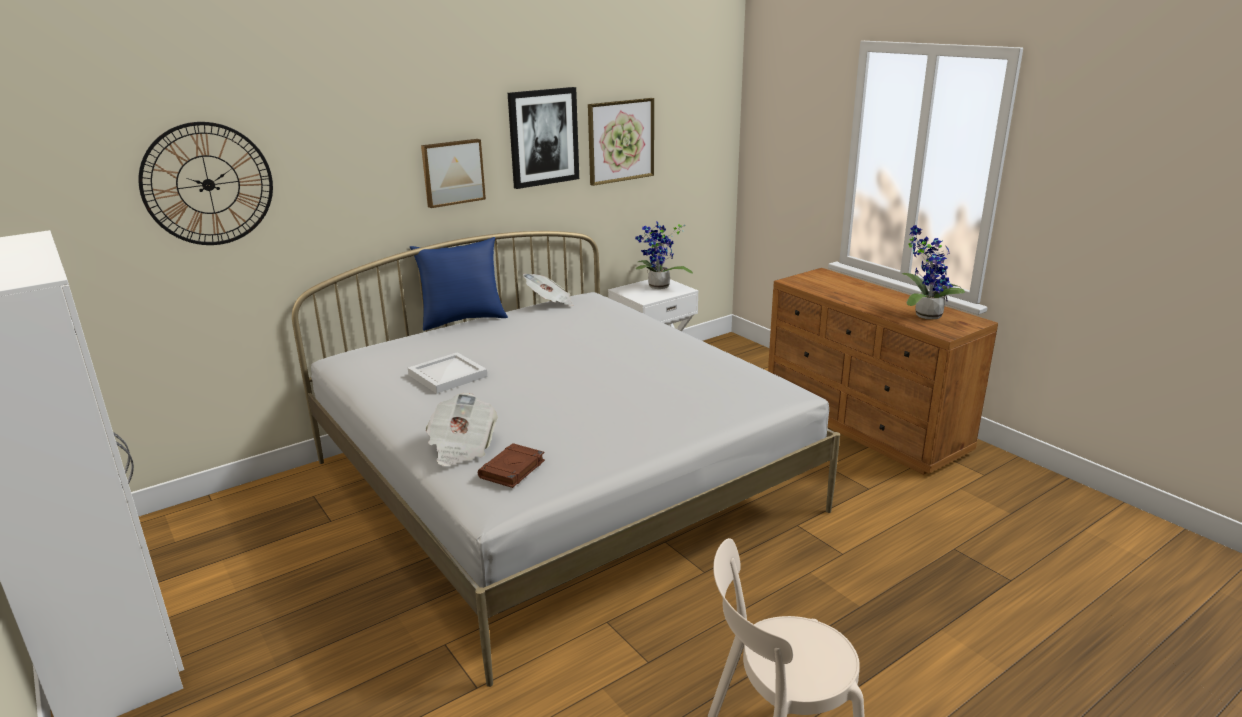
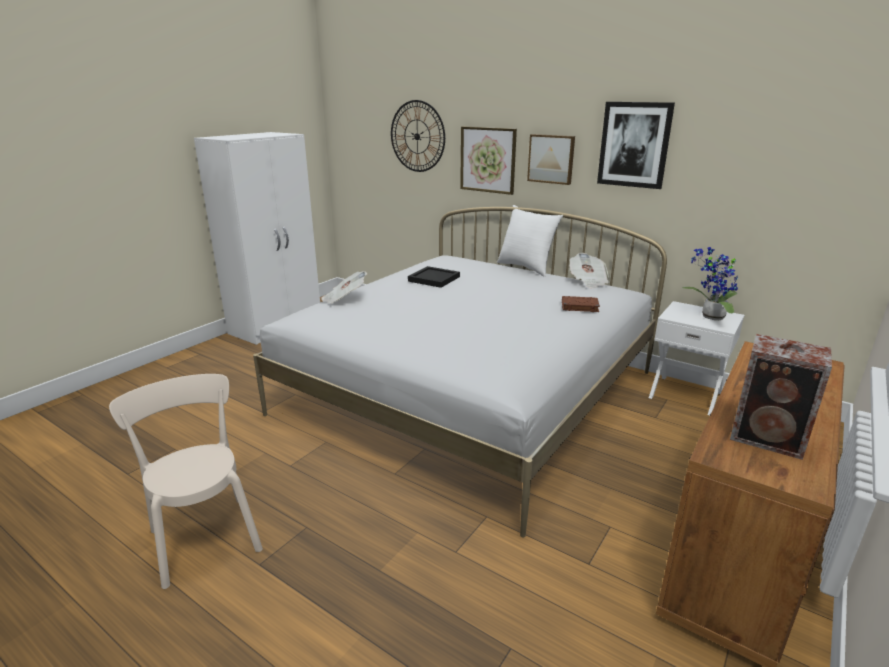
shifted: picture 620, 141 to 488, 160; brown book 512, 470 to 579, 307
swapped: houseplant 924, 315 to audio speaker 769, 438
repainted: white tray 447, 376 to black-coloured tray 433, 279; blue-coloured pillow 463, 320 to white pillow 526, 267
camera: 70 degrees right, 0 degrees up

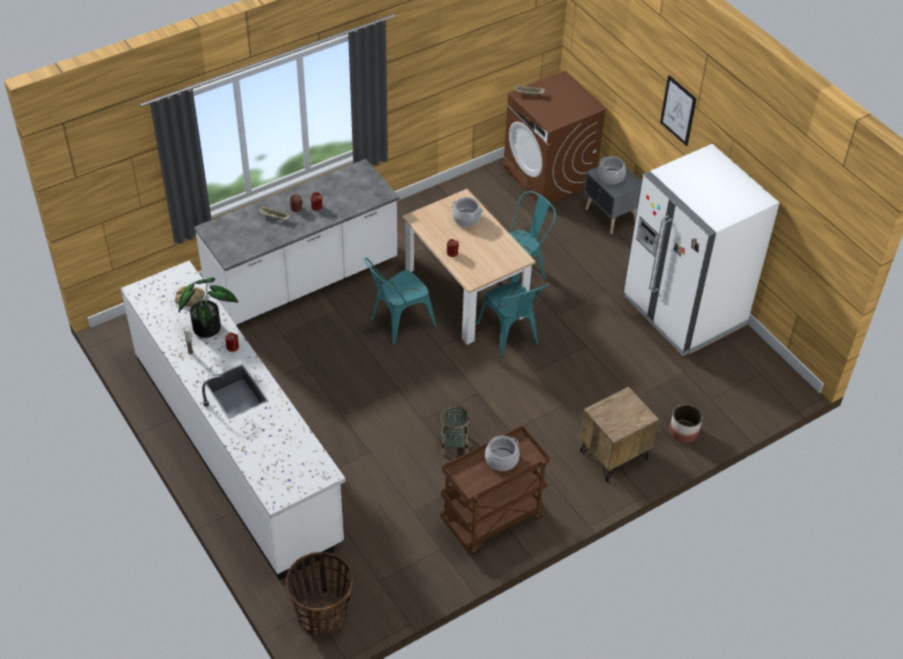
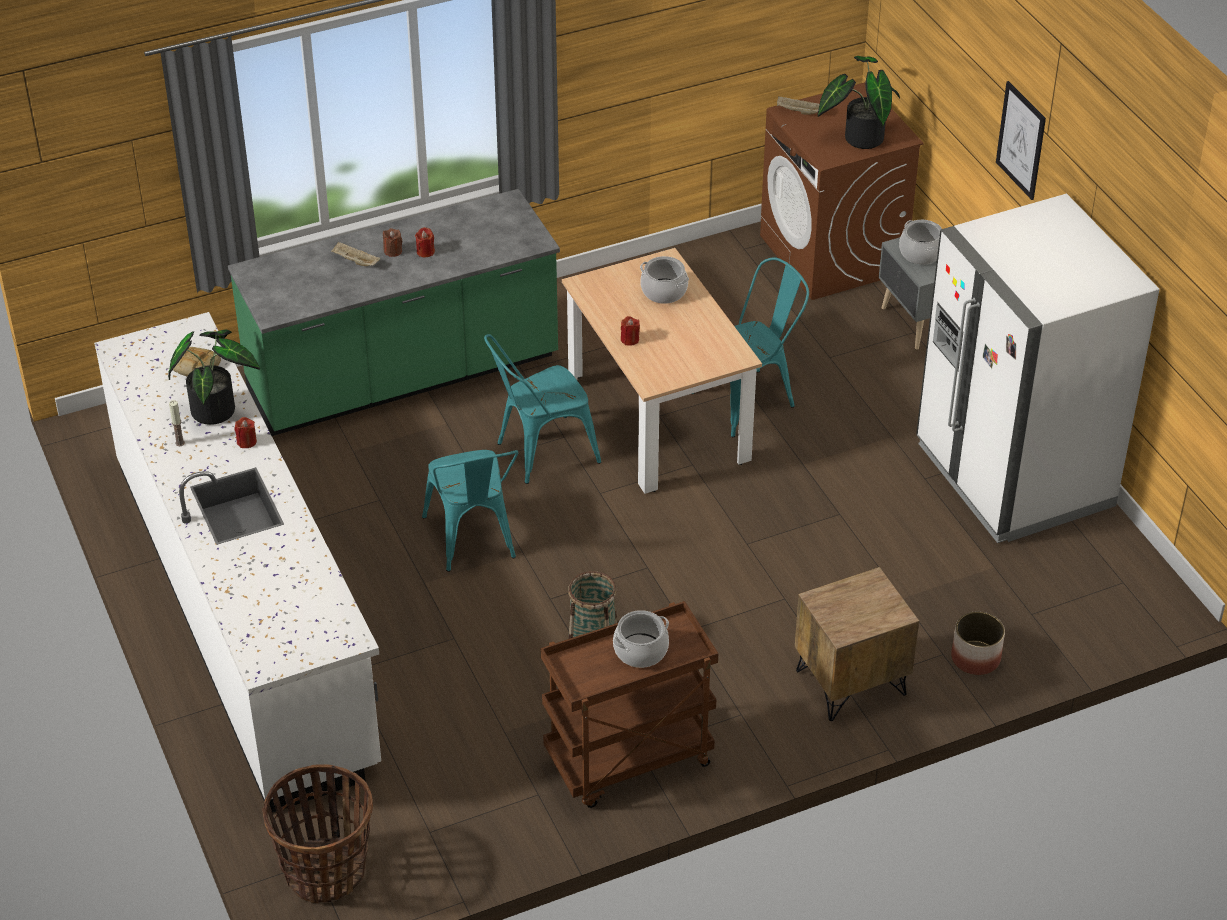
new: houseplant 859, 137
shifted: turquoise upright chair 510, 336 to 473, 542
repainted: white kitchen counter 303, 281 to green kitchen counter 404, 377
camera: 10 degrees right, 5 degrees down

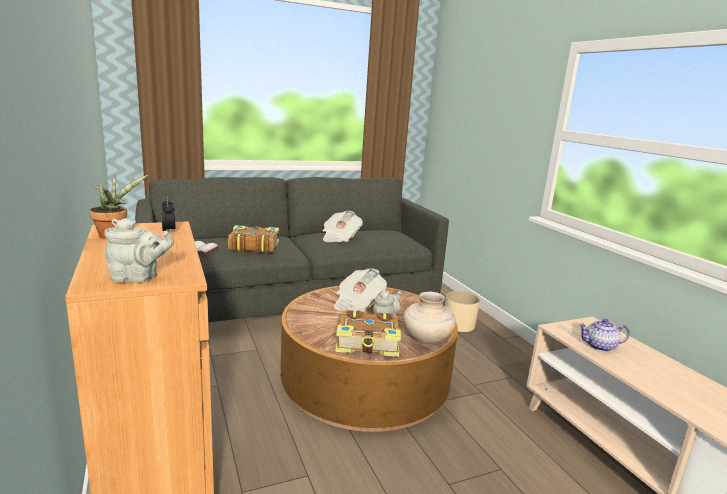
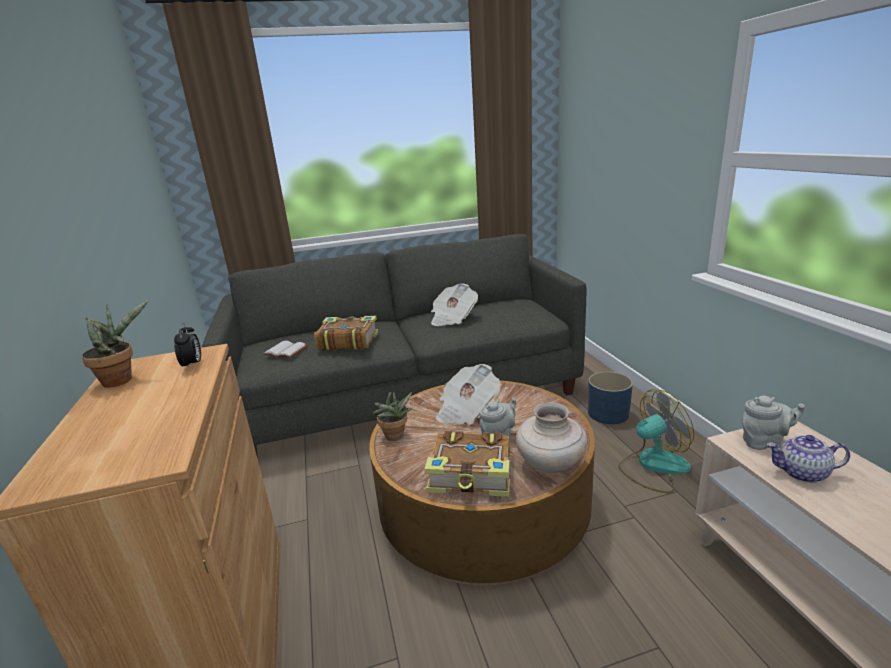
new: houseplant 395, 437; cooling fan 653, 466
shifted: grey pot for tea 138, 278 to 764, 442
repainted: beige-coloured flower pot 459, 324 to blue-coloured flower pot 608, 413
camera: 10 degrees right, 5 degrees up

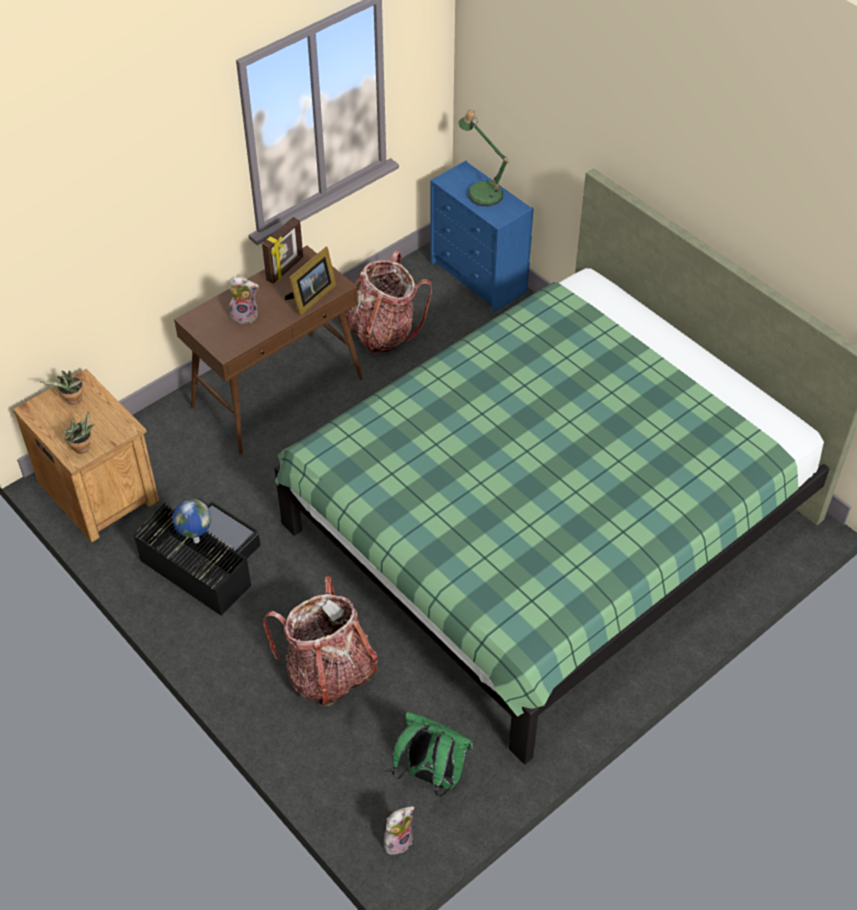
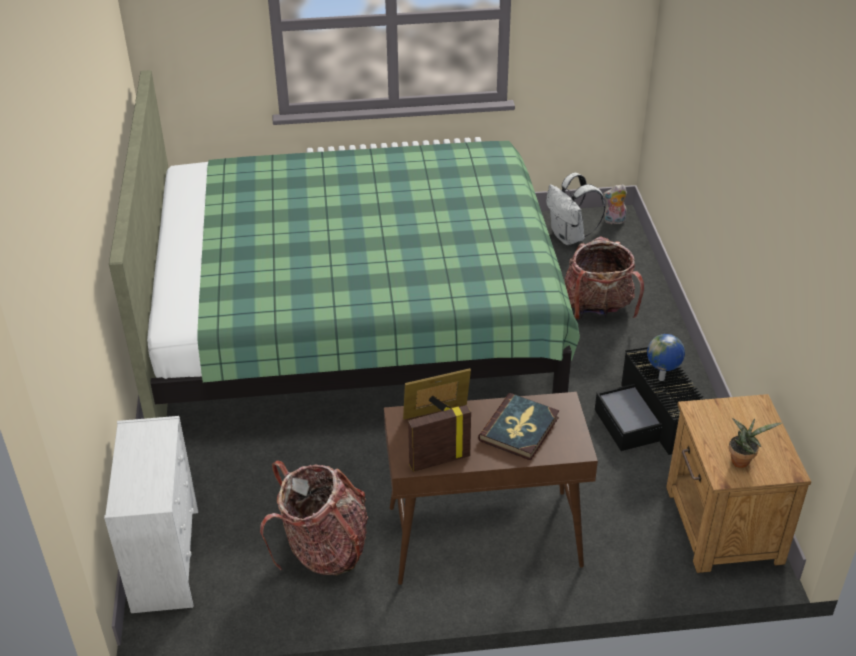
gone: houseplant 83, 449; tabletop lamp 482, 191
swapped: soft toy 245, 315 to book 519, 429
repainted: blue-coloured chest of drawers 479, 278 to white chest of drawers 166, 558; green rucksack 431, 775 to white rucksack 570, 237
camera: 145 degrees left, 10 degrees down

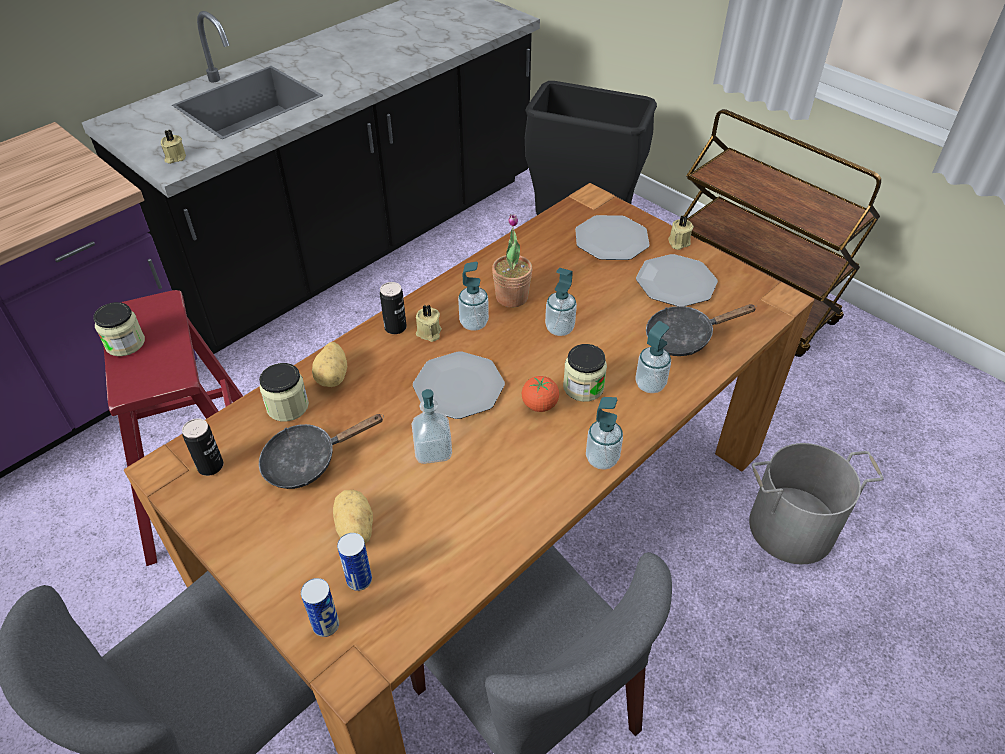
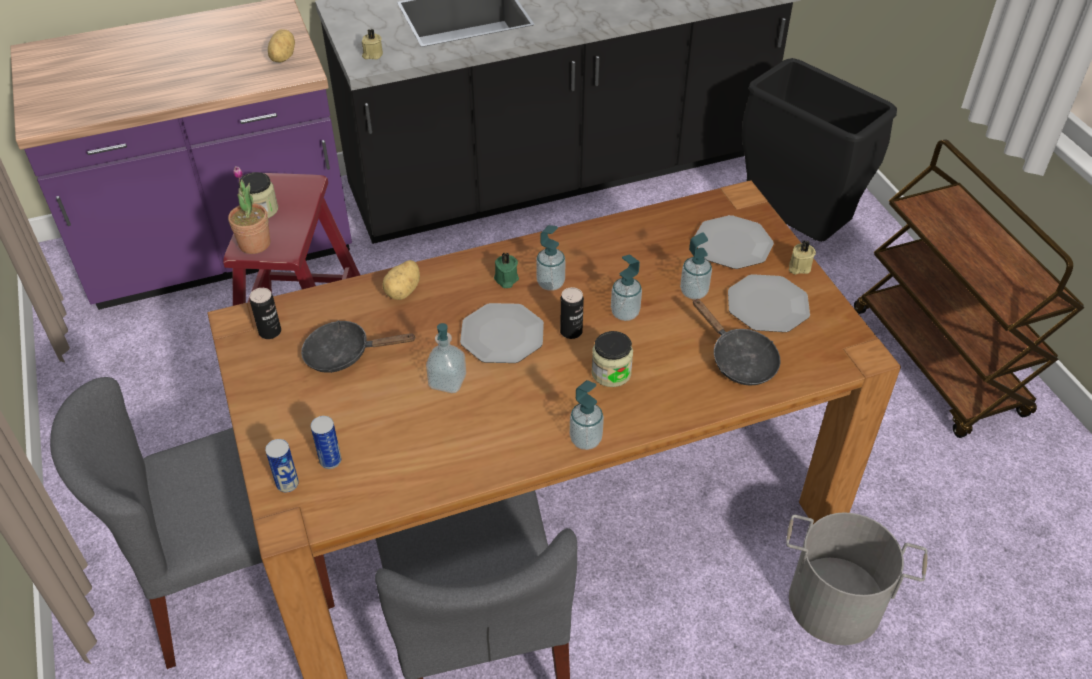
gone: jar 287, 406; fresh tomato 539, 405
shifted: houseplant 512, 297 to 254, 244; whole potato 354, 529 to 282, 57; metal can 395, 327 to 571, 331; soap bottle 650, 384 to 694, 292
repainted: beige-coloured candle 429, 333 to green candle 506, 279
rotated: black-coloured frying pan 685, 337 = 738, 360 135 degrees counterclockwise
camera: 25 degrees right, 0 degrees up

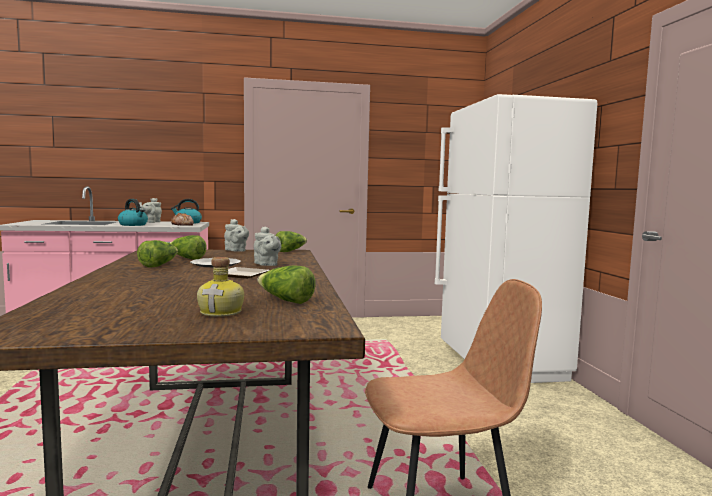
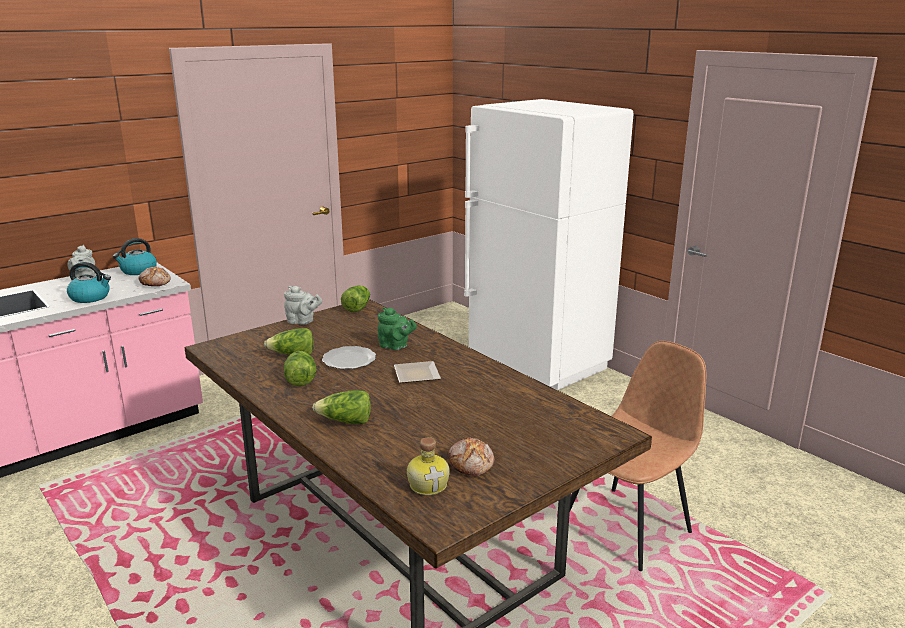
new: baked bread 472, 463
shifted: head of lettuce 285, 301 to 345, 422; drink bottle 222, 312 to 429, 484
repainted: grey pot for tea 266, 264 to green pot for tea 395, 346
camera: 30 degrees left, 15 degrees up

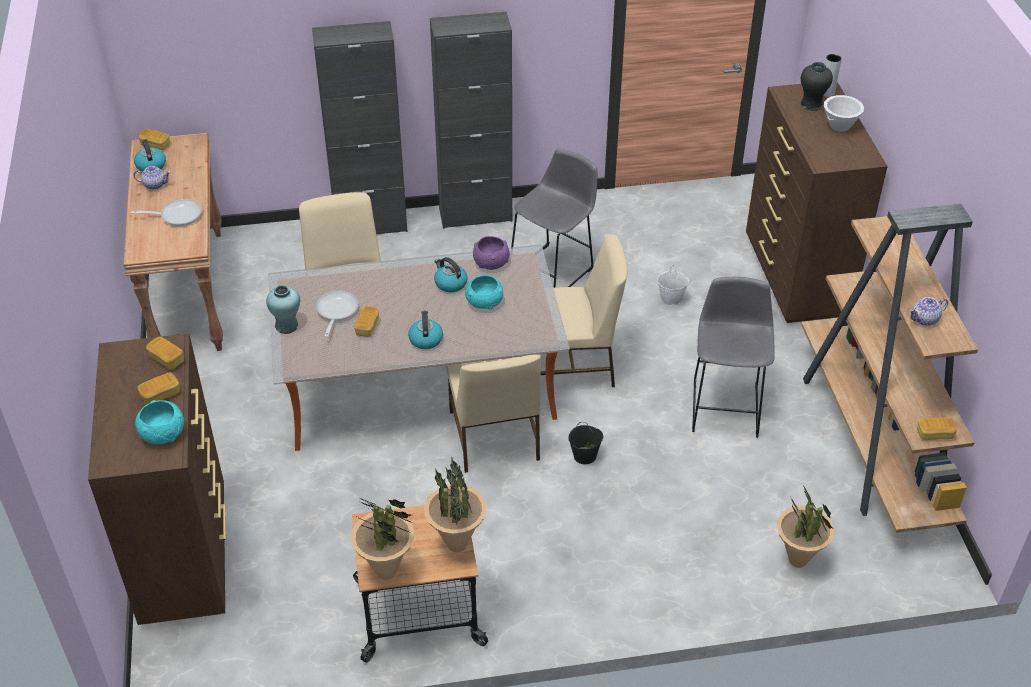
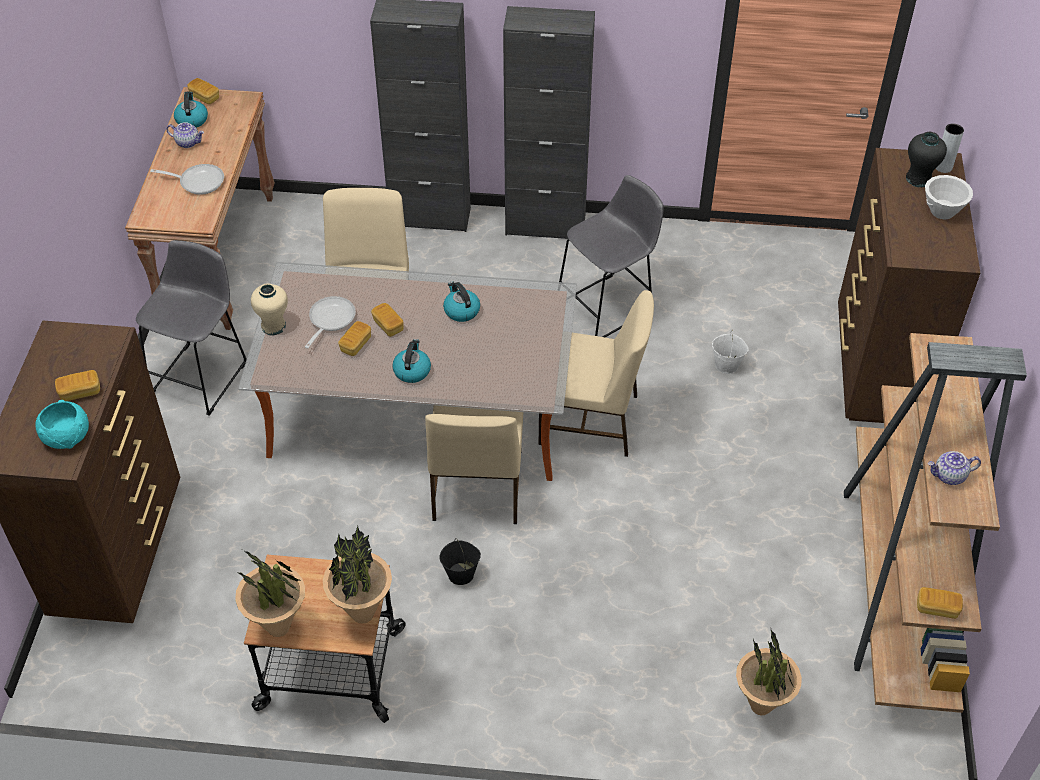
gone: turquoise deep dish 484, 302; purple-coloured deep dish 491, 262
shifted: grey sitting stool 726, 404 to 202, 375; baked bread 167, 359 to 388, 325; black-coloured bucket 585, 455 to 461, 574
repainted: turquoise vase 286, 325 to beige-coloured vase 273, 326
camera: 15 degrees right, 5 degrees up

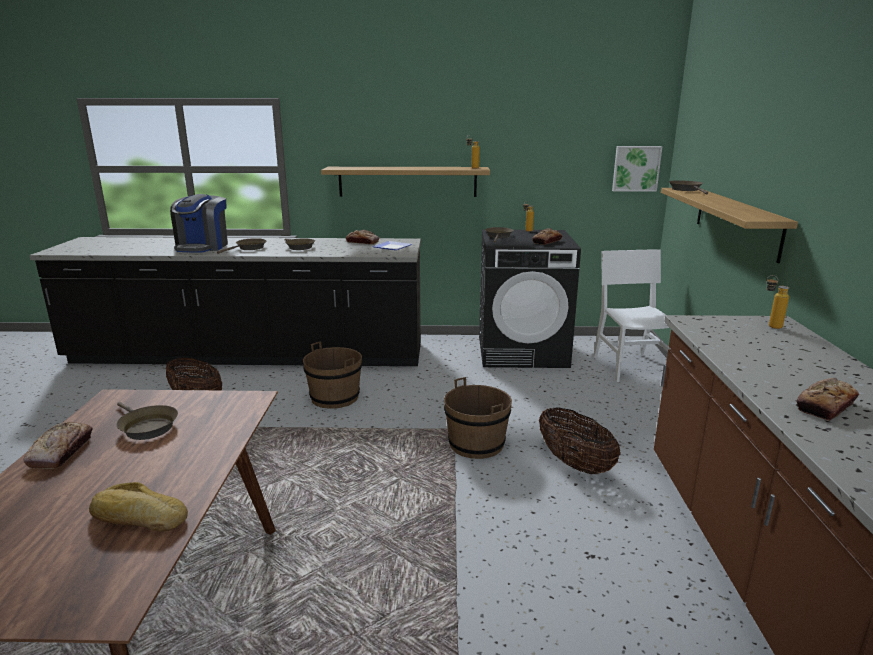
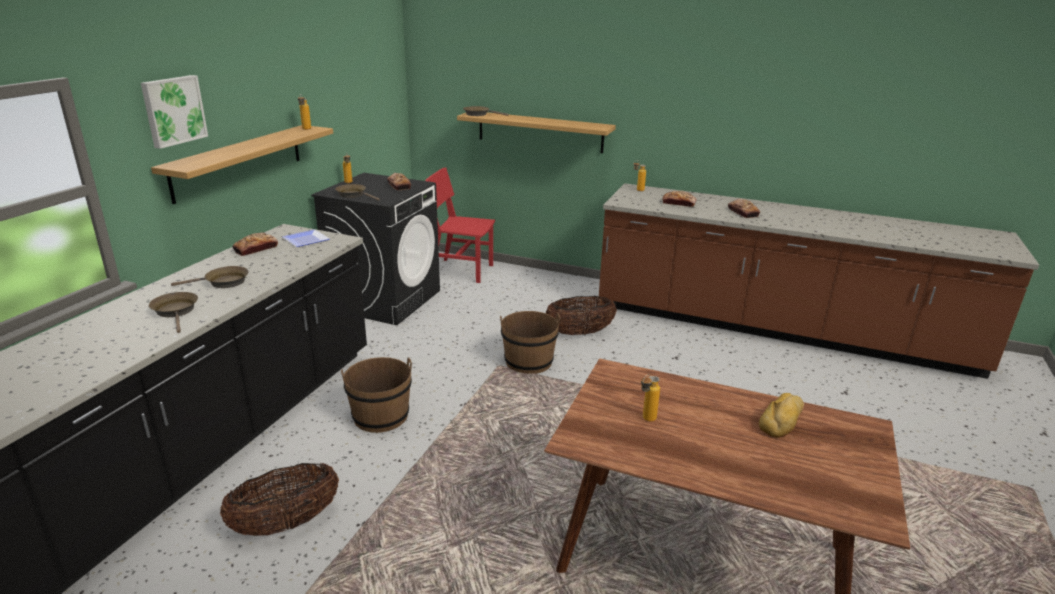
gone: coffee brewer 202, 247
shifted: picture 636, 168 to 173, 110; baked bread 61, 451 to 679, 203
swapped: brown frying pan 146, 427 to drink bottle 645, 420
repainted: white upright chair 630, 367 to red upright chair 461, 270
camera: 70 degrees left, 5 degrees up

